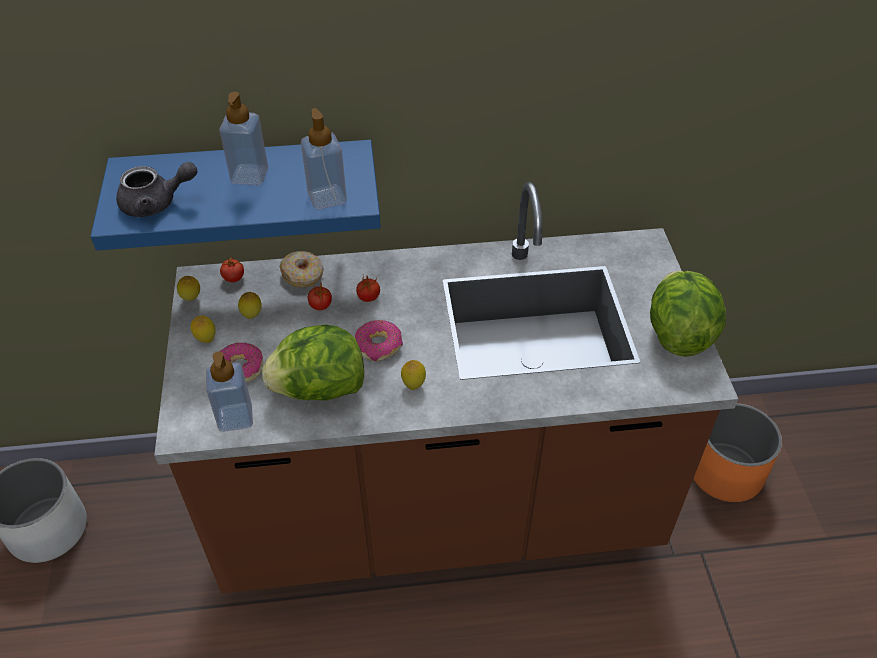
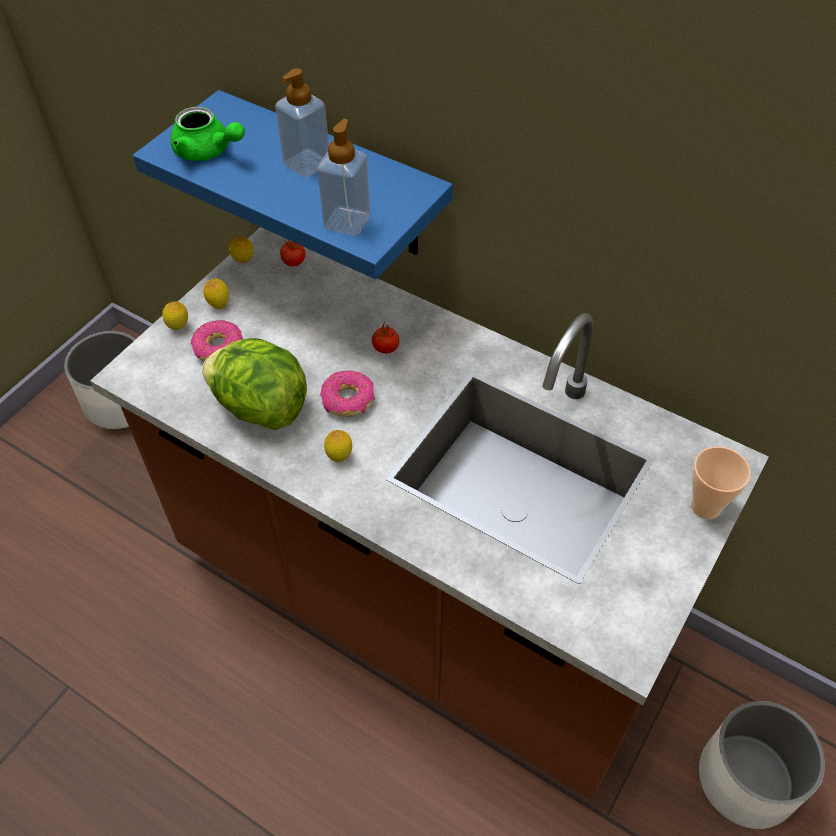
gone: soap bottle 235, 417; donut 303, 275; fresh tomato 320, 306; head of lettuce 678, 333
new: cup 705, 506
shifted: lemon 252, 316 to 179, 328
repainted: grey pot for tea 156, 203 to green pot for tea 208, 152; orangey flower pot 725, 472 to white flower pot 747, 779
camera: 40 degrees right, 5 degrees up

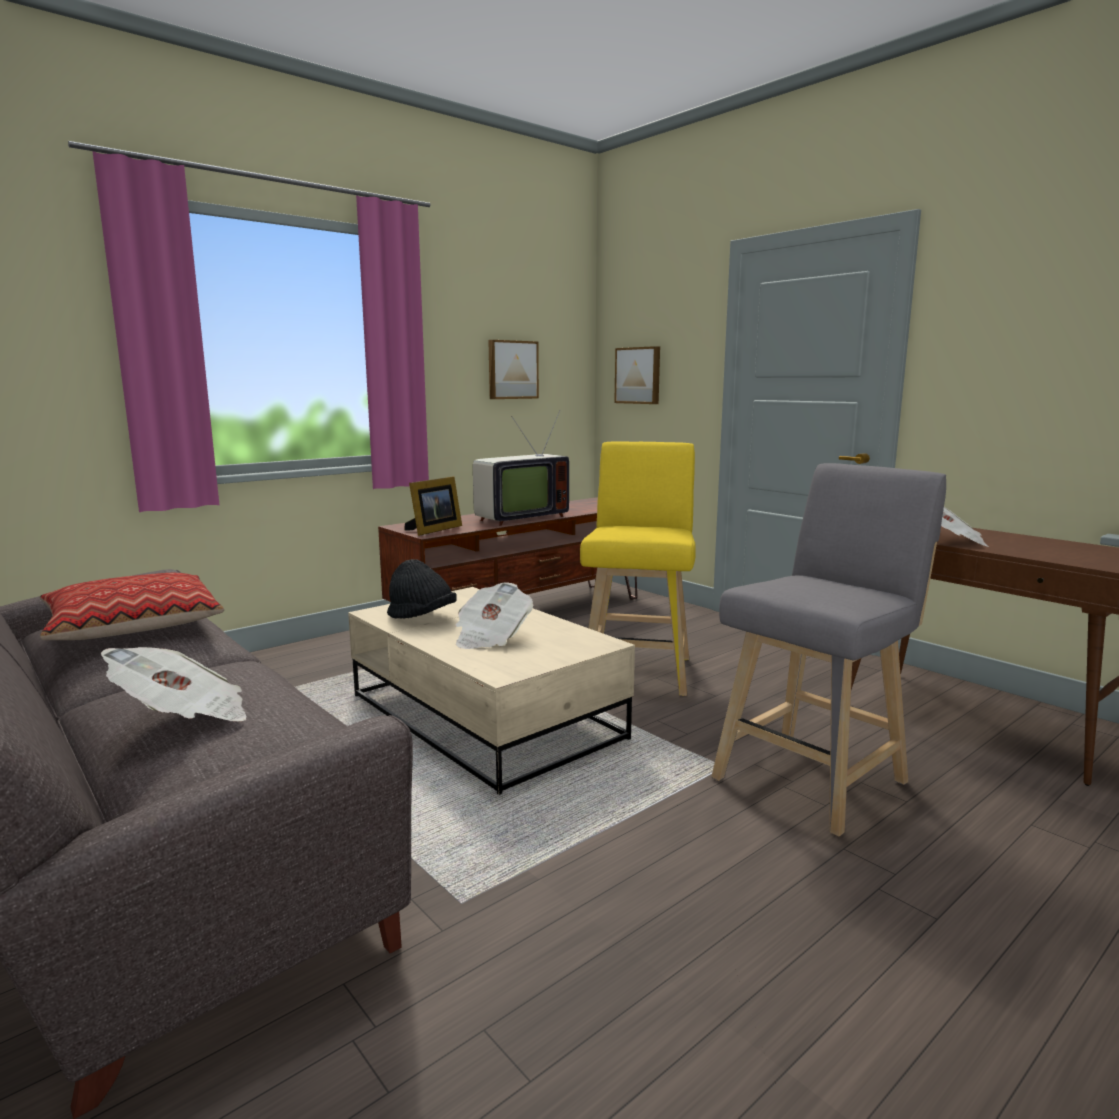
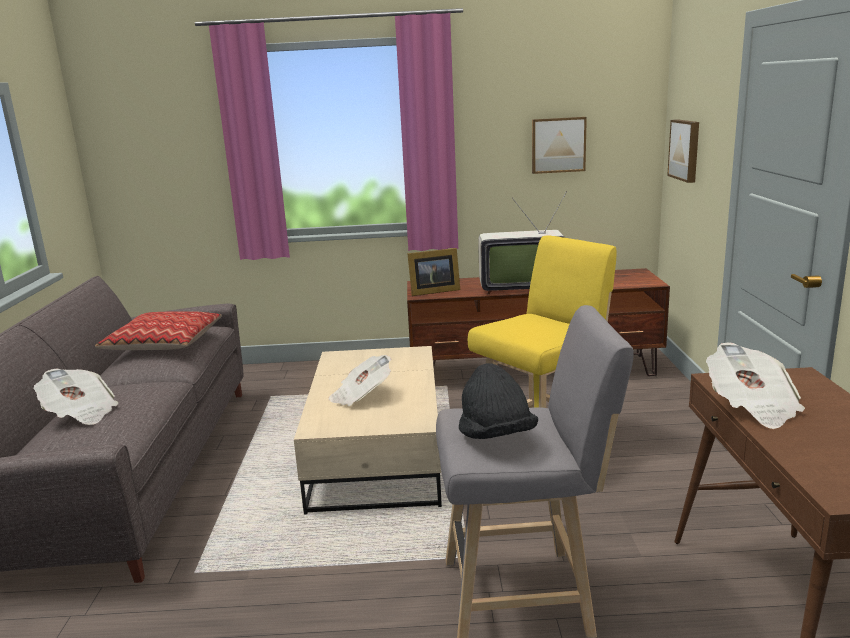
shifted: black-coloured hat 421, 618 to 496, 436
camera: 40 degrees right, 5 degrees up

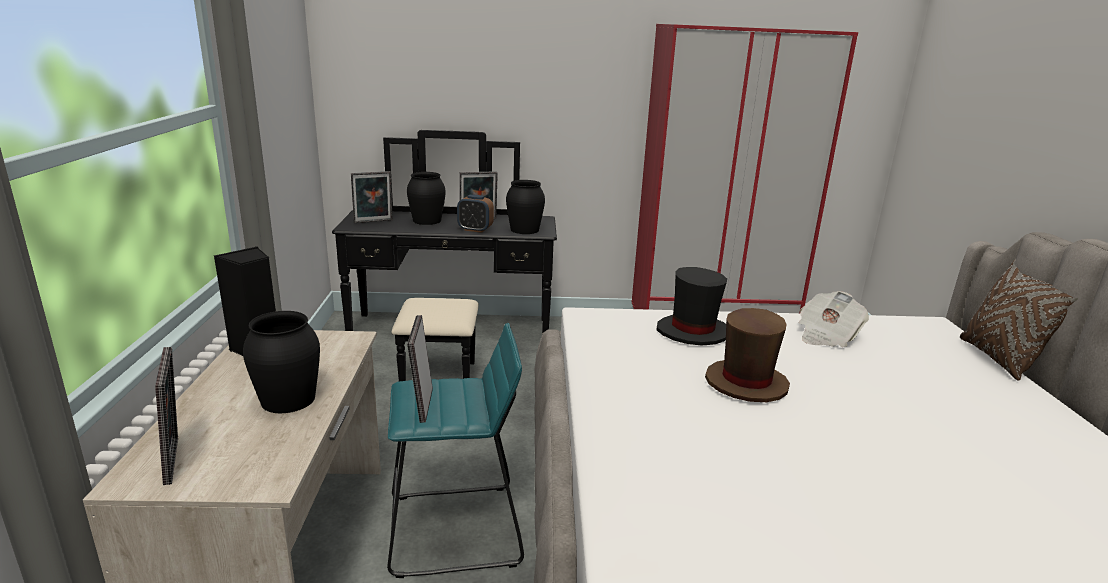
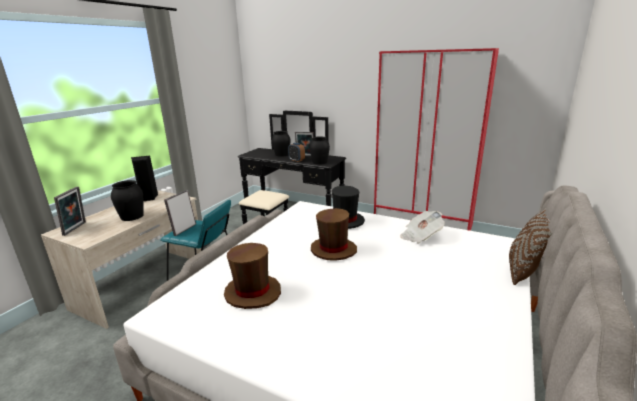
gone: picture frame 373, 222
new: brown hat 252, 292
camera: 30 degrees right, 0 degrees up

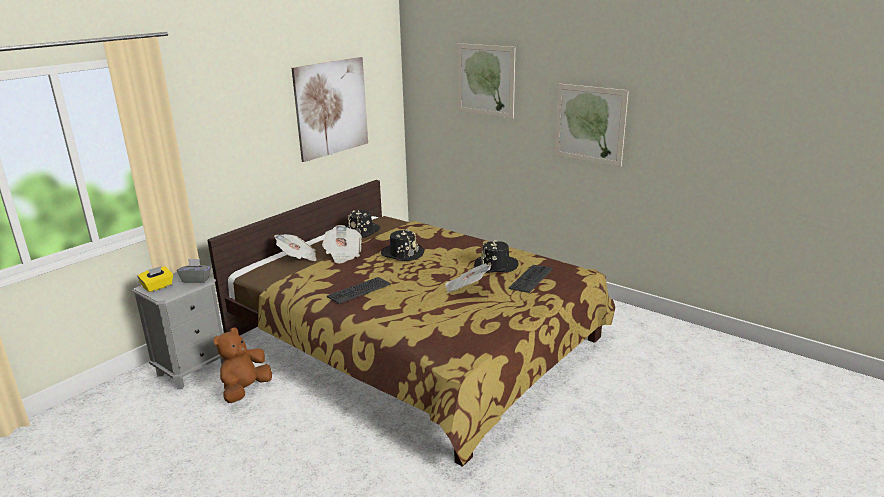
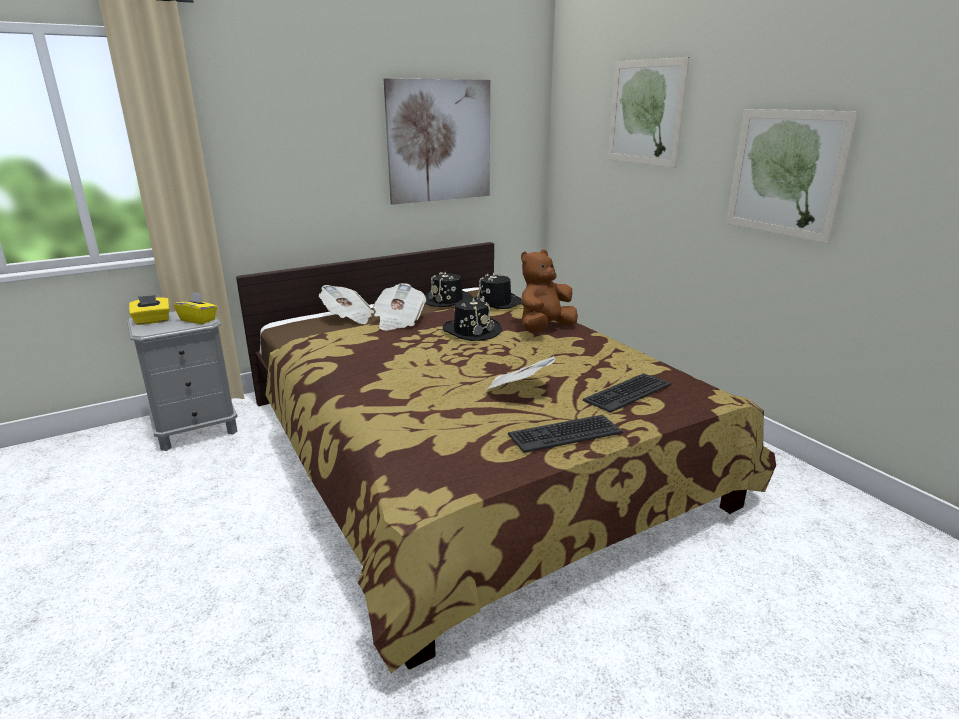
shifted: black-coloured hat 495, 266 to 495, 303; keyboard 359, 290 to 564, 433; brown soft toy 245, 390 to 544, 329
repainted: grey tissue box 196, 279 to yellow tissue box 198, 320
camera: 20 degrees right, 0 degrees up

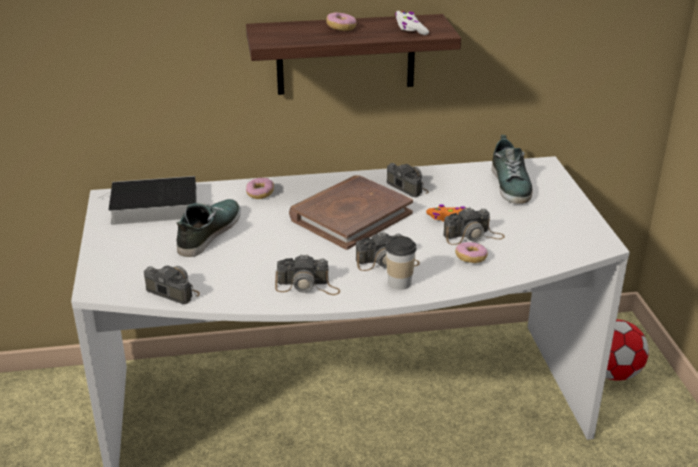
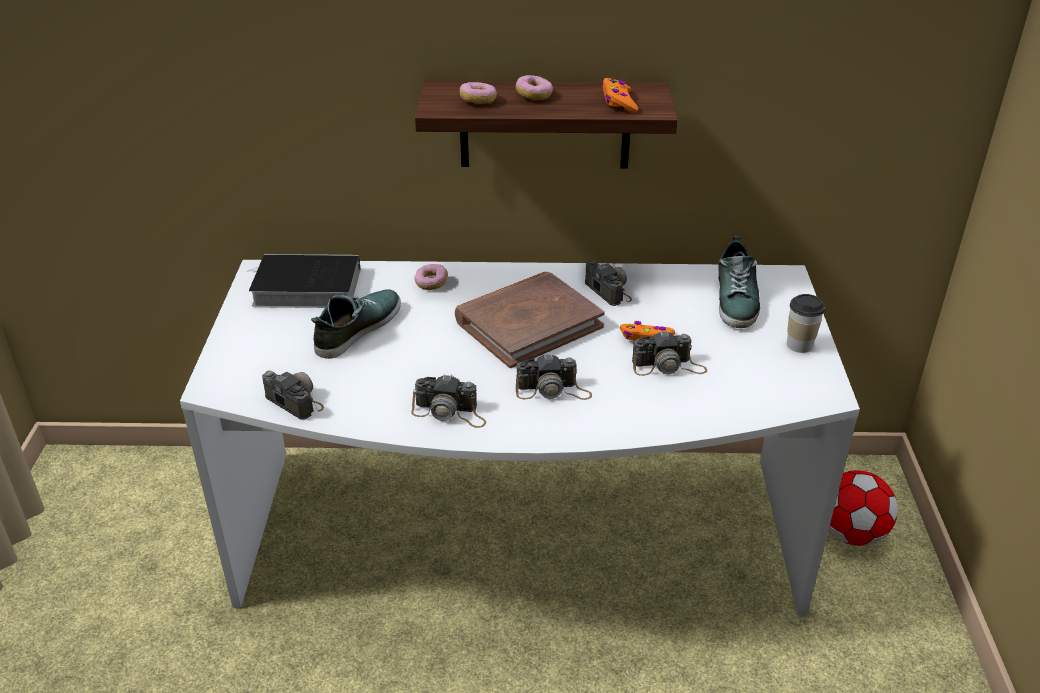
shifted: donut 471, 258 to 478, 101; cup 399, 283 to 799, 345
repainted: white game controller 410, 29 to orangey game controller 618, 102
camera: 10 degrees right, 5 degrees up

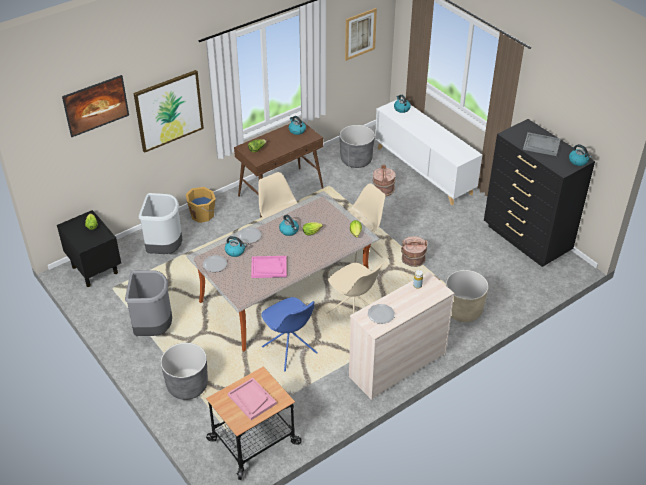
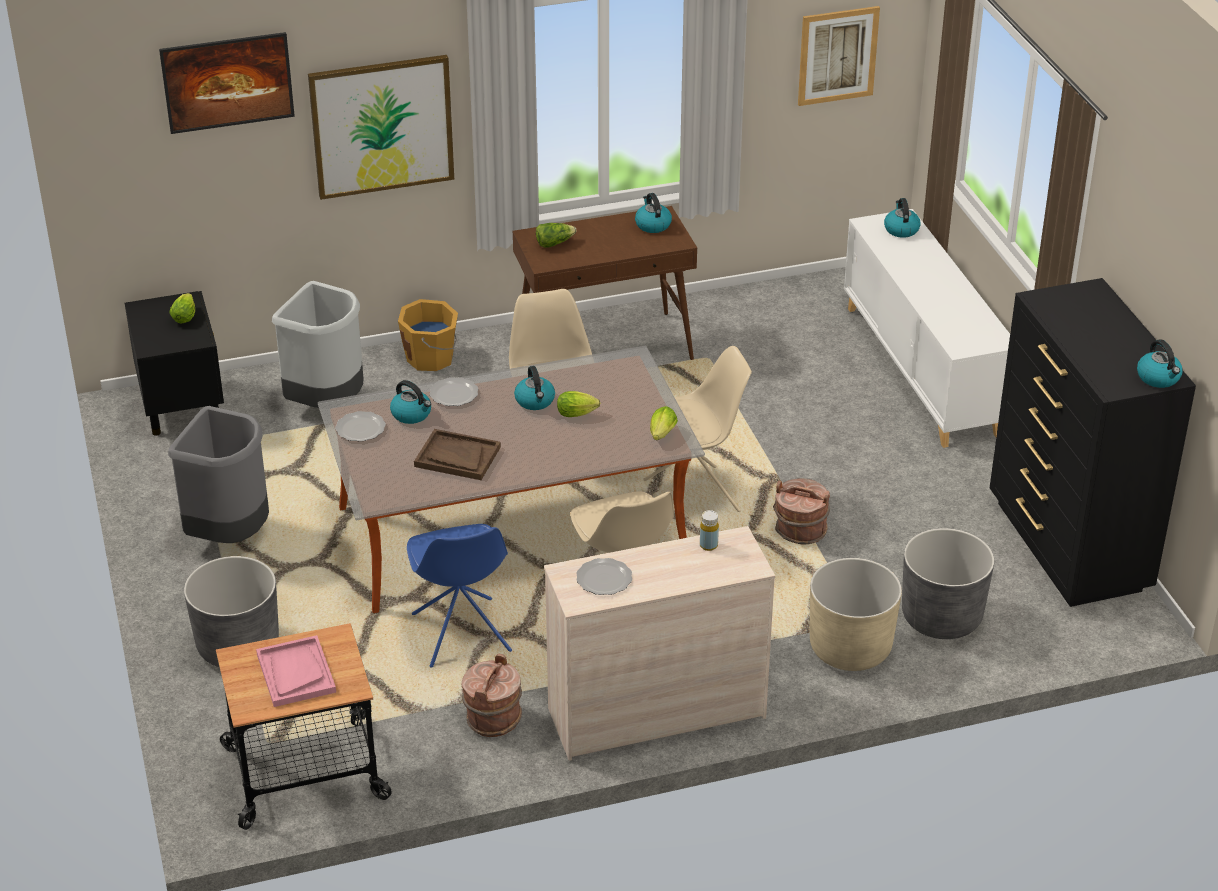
gone: grey tray 541, 145
shifted: brown bucket 383, 190 to 492, 718; grey flower pot 356, 160 to 941, 617
repainted: pinkish tray 269, 268 to brown tray 457, 457
camera: 20 degrees right, 5 degrees down

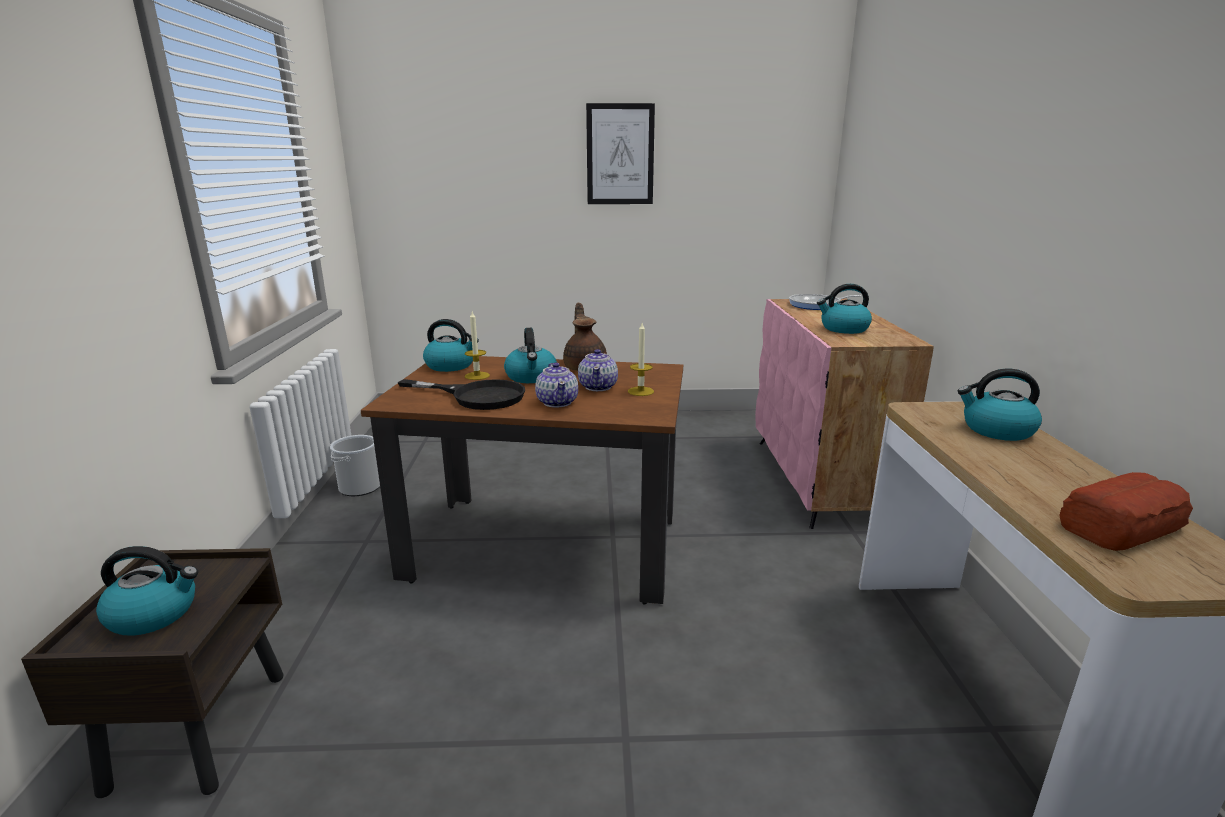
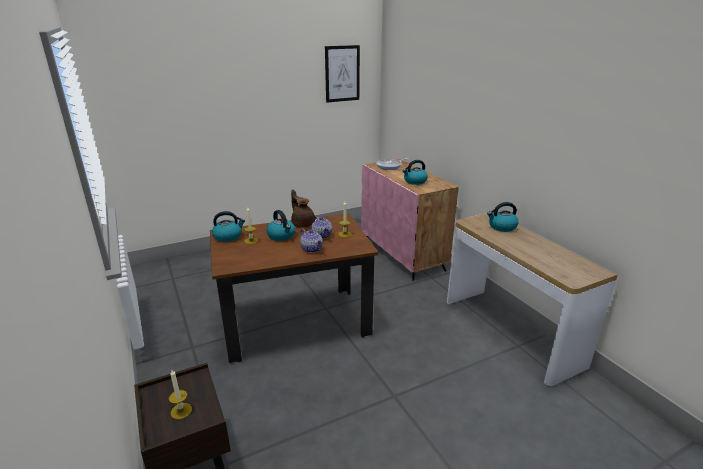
gone: bucket 360, 487; black-coloured frying pan 477, 396; baked bread 1122, 526
shifted: picture 620, 155 to 342, 74
swapped: kettle 154, 614 to candle 181, 411
camera: 25 degrees left, 5 degrees up

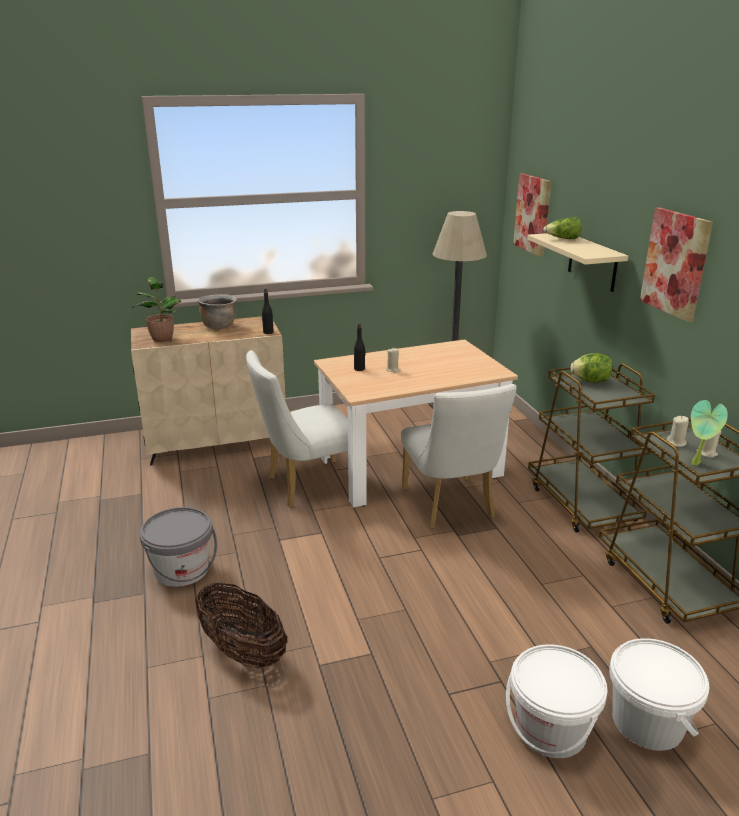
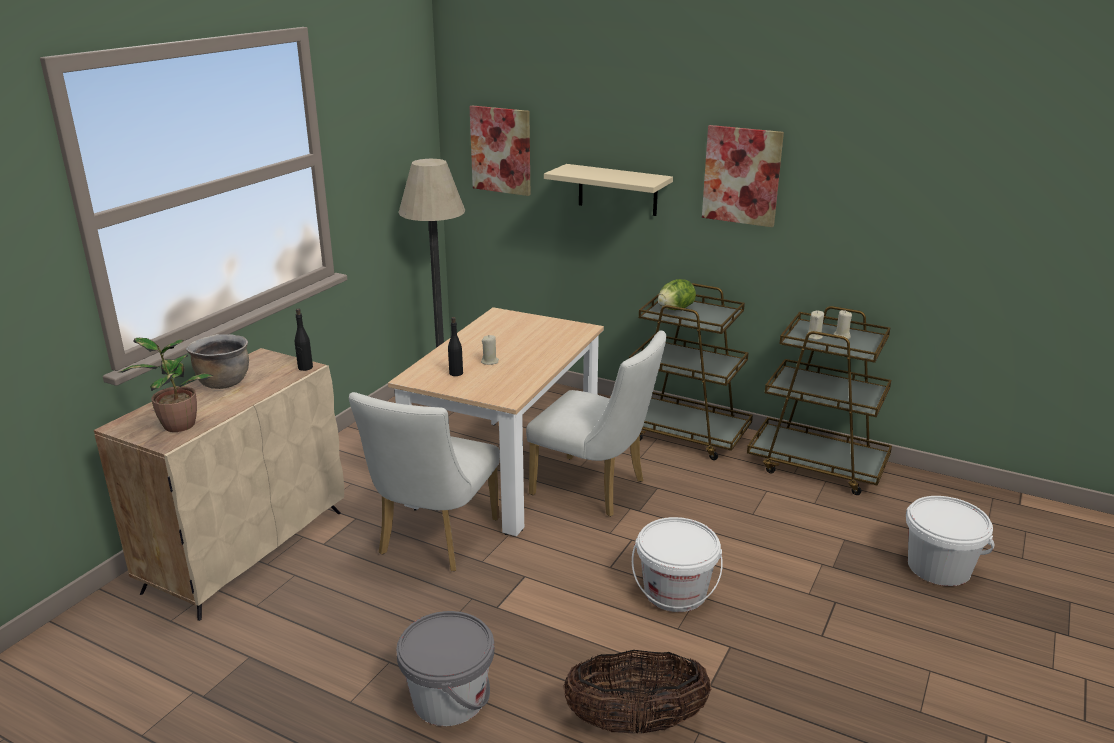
gone: head of lettuce 563, 239; houseplant 697, 464
shifted: white bucket 550, 729 to 675, 592
camera: 45 degrees left, 0 degrees up

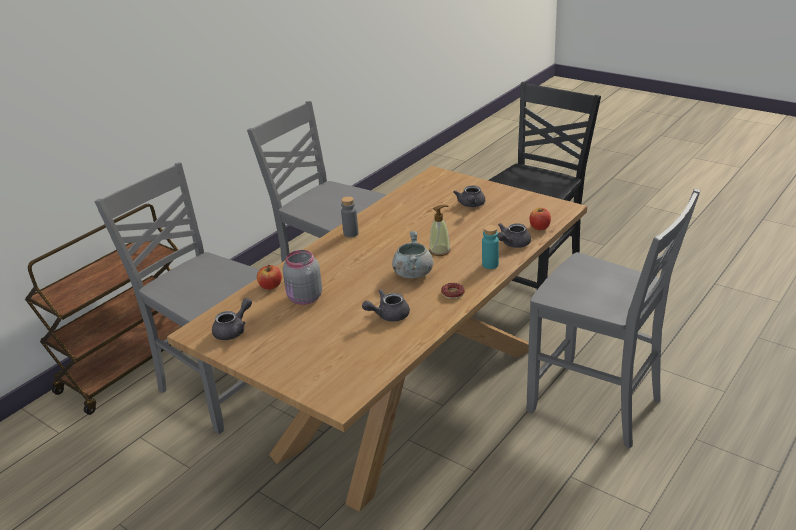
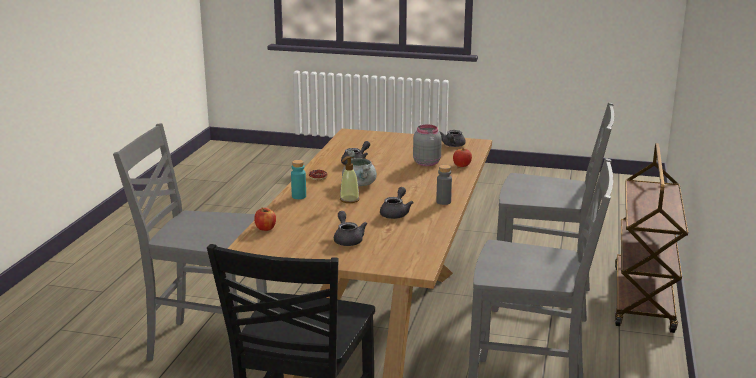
shifted: grey pot for tea 512, 244 to 396, 213
camera: 155 degrees right, 10 degrees down

